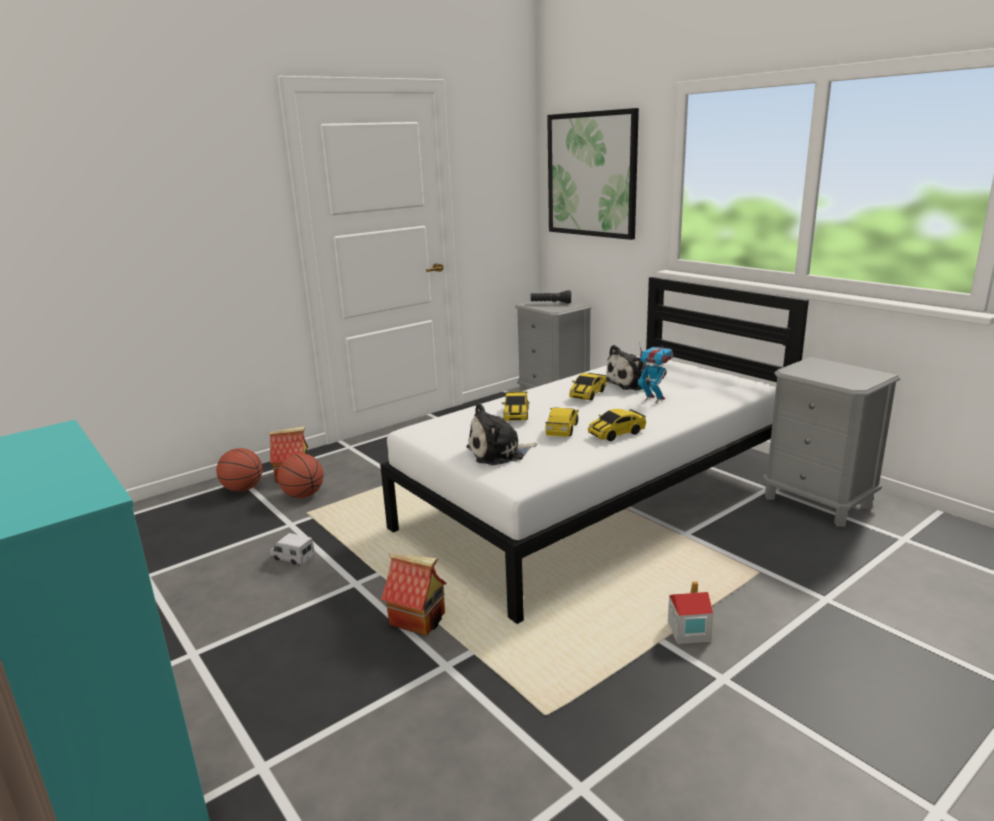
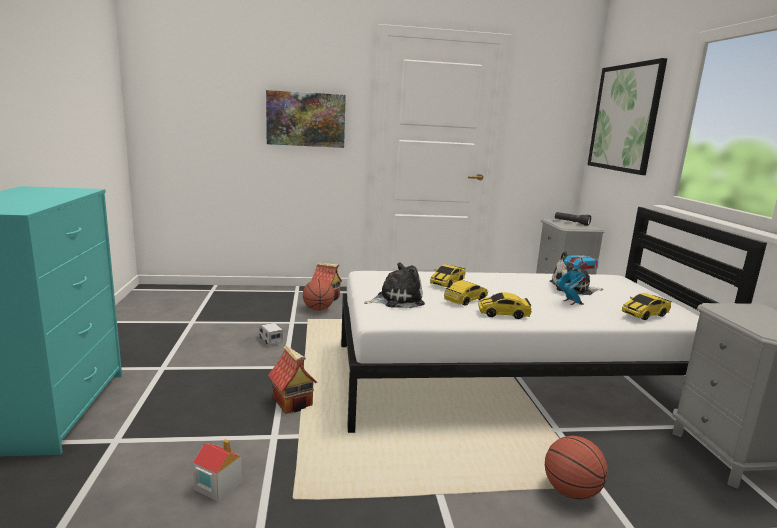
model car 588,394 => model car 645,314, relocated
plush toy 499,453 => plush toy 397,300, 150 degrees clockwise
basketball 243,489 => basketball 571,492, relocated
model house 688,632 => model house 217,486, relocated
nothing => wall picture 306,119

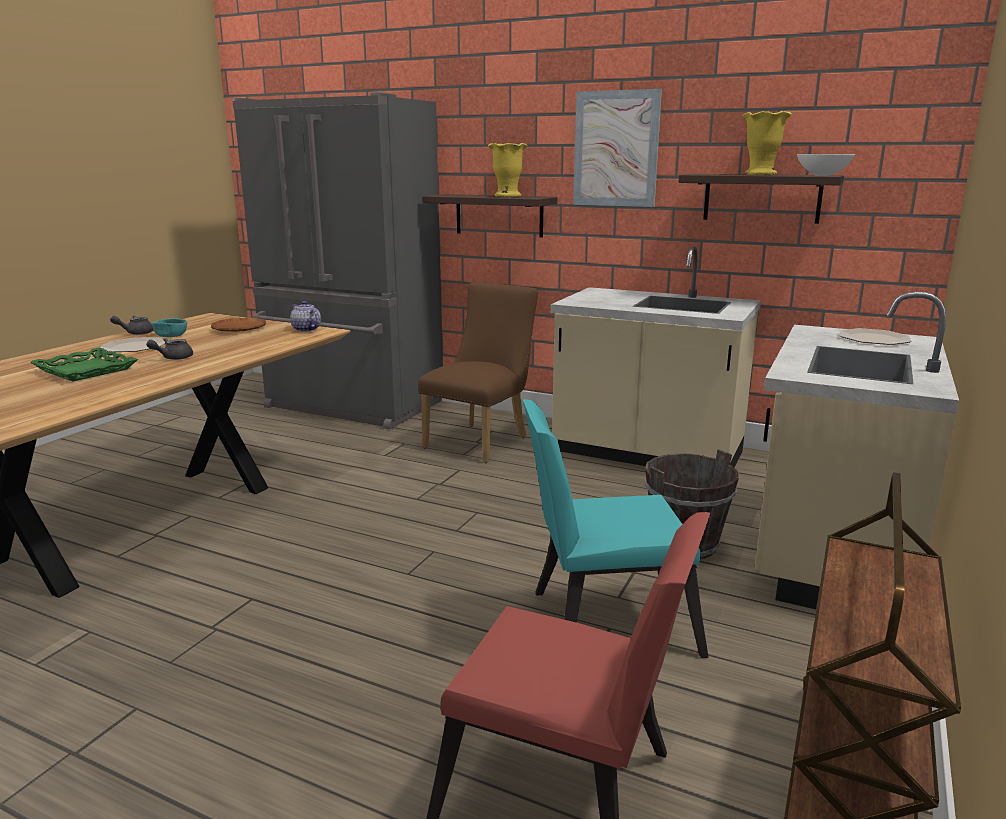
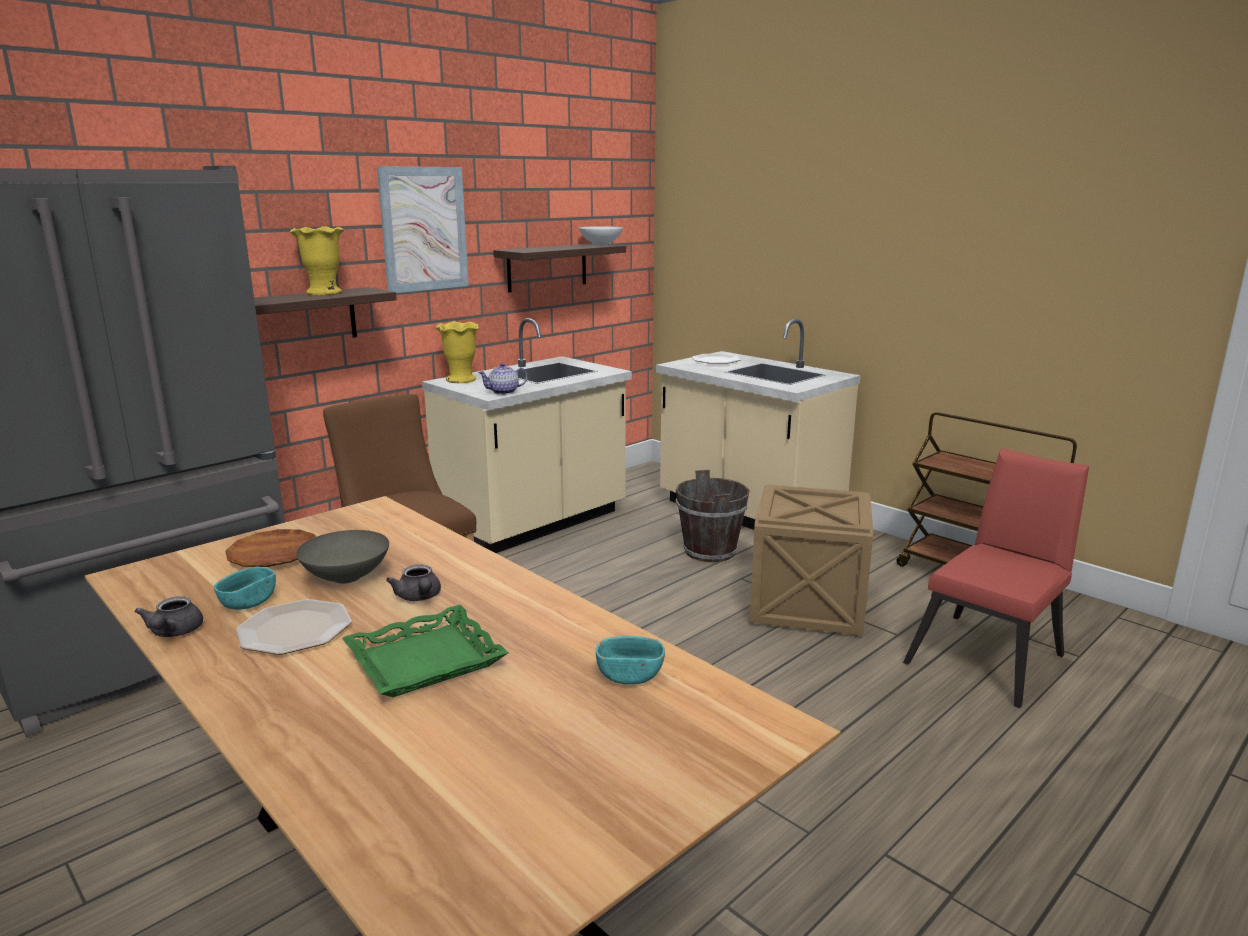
decorative vase (yellowish) 760,174 => decorative vase (yellowish) 461,380, relocated
teapot 306,329 => teapot 504,392, relocated
chair (turquoise-coloured) 602,622 => crate 807,605
nothing => serving bowl (gray) 345,577
nothing => serving bowl (turquoise-coloured) 630,675

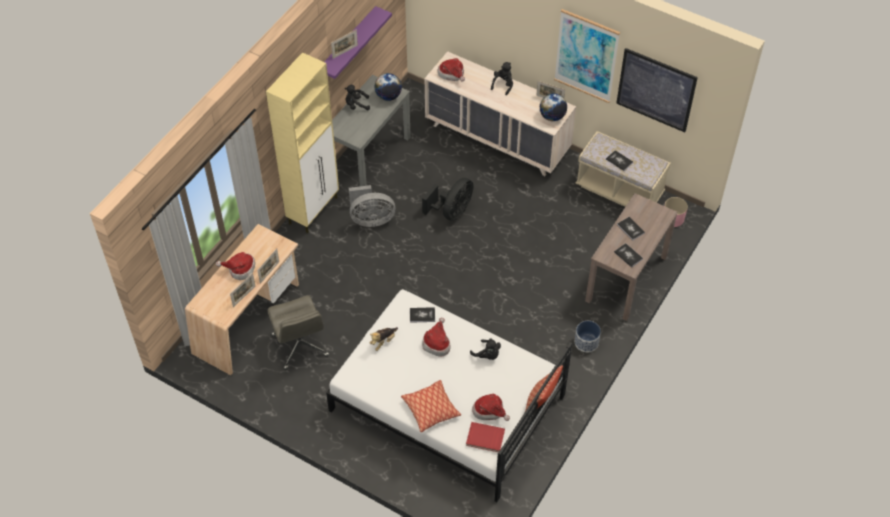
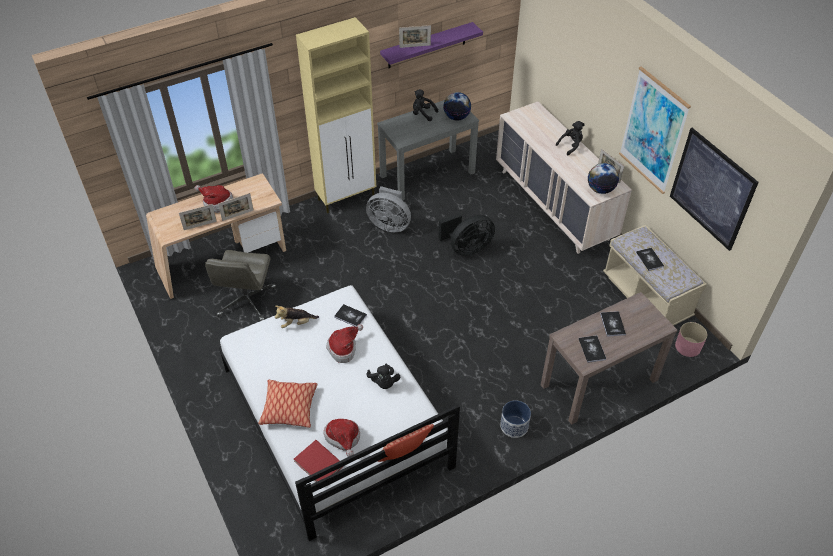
wearable hat 452,75 => nothing

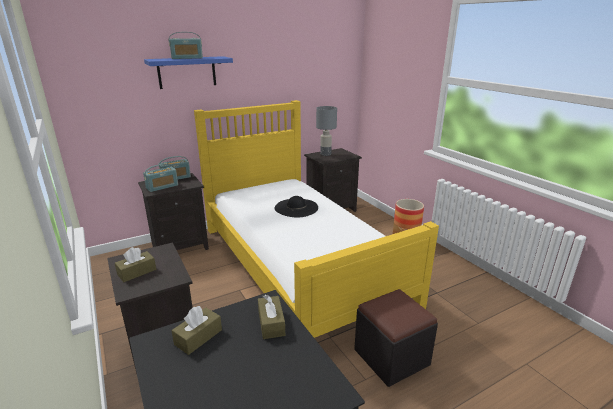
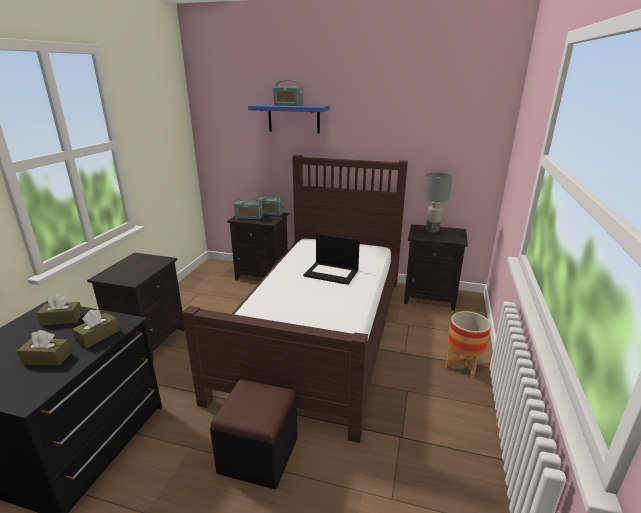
bed (yellowish) 298,263 => bed (brownish) 319,330
wearable hat (black) 296,208 => notebook computer 332,273
tissue holder (brownish) 137,272 => tissue holder (brownish) 47,358, relocated

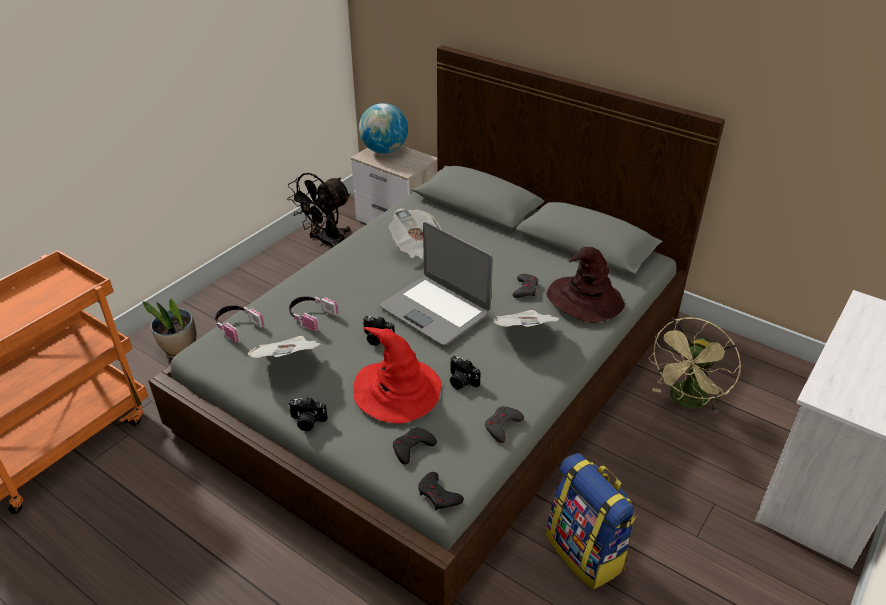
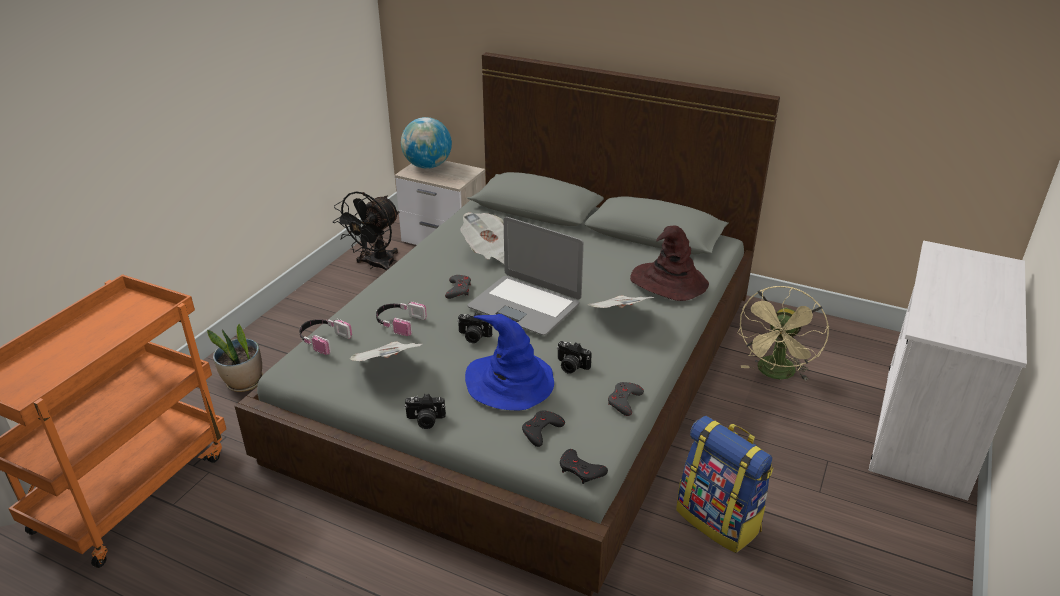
joypad (gray) 525,289 => joypad (gray) 458,289, relocated
wearable hat (reddish) 398,392 => wearable hat (blue) 511,382

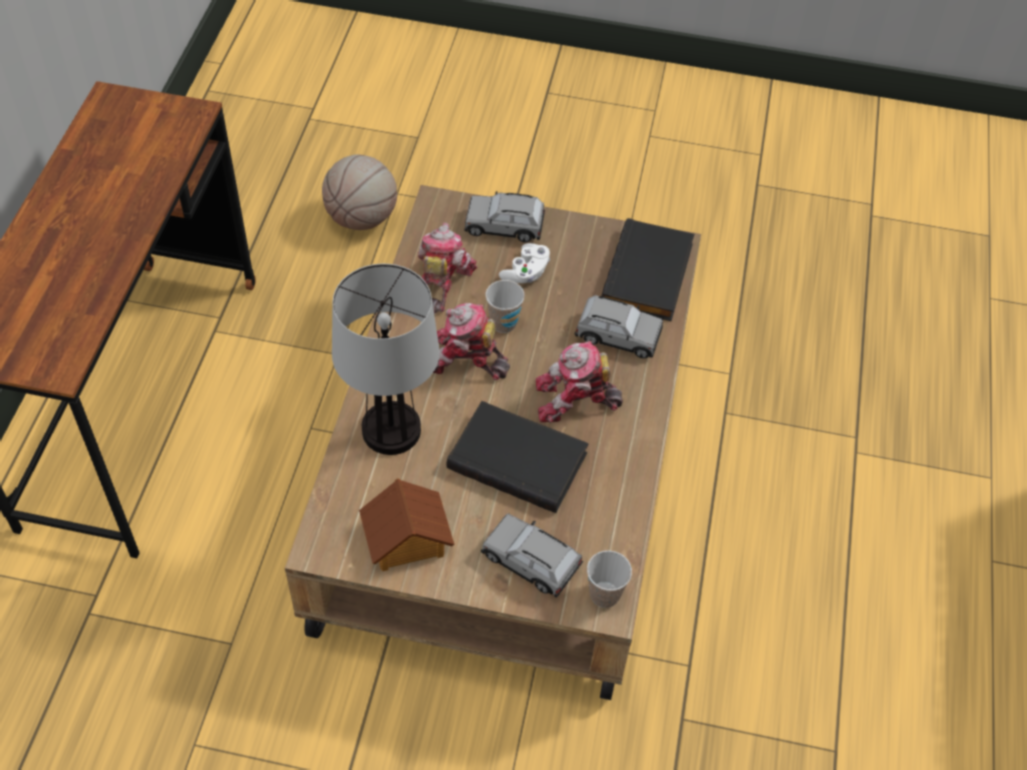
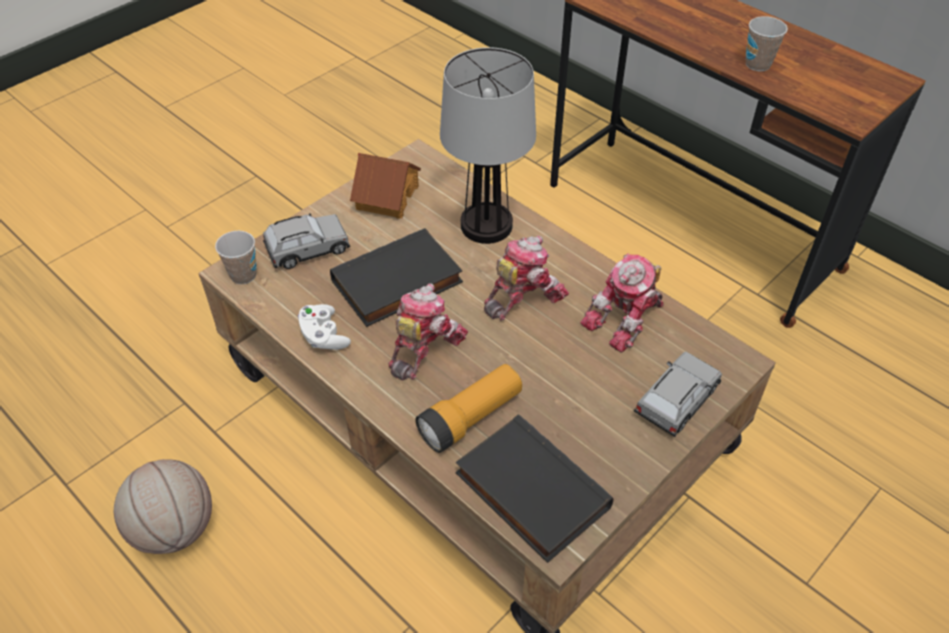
basketball 362,218 => basketball 174,529, relocated
model robot 441,282 => model robot 626,319, 90 degrees clockwise
joypad (whitish) 526,272 => joypad (whitish) 324,336, relocated
small cup 503,323 => small cup 758,64, relocated
model car (gray) 618,336 => hand torch 470,418

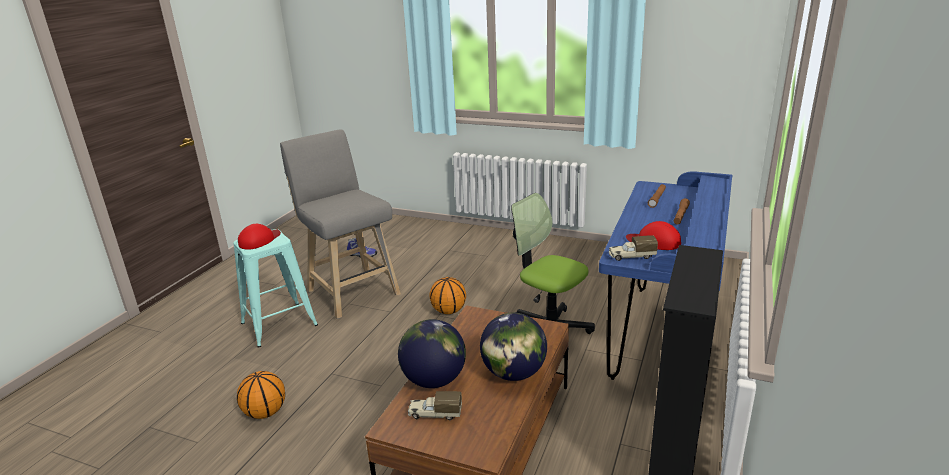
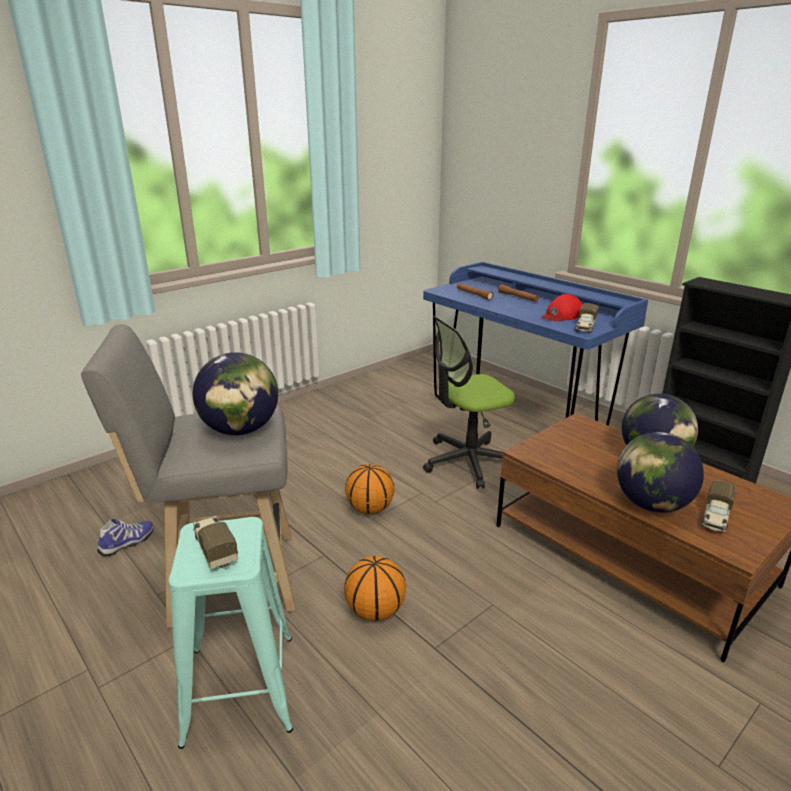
baseball cap (reddish) 259,240 => model truck 215,549
basketball 265,412 => basketball 374,611, relocated
nothing => desk globe 240,430

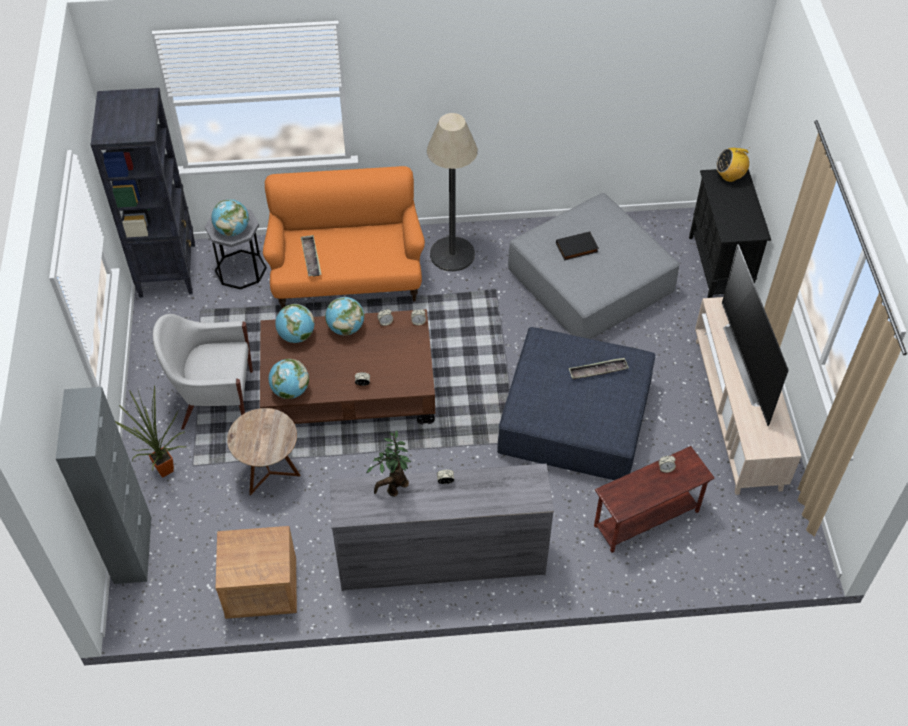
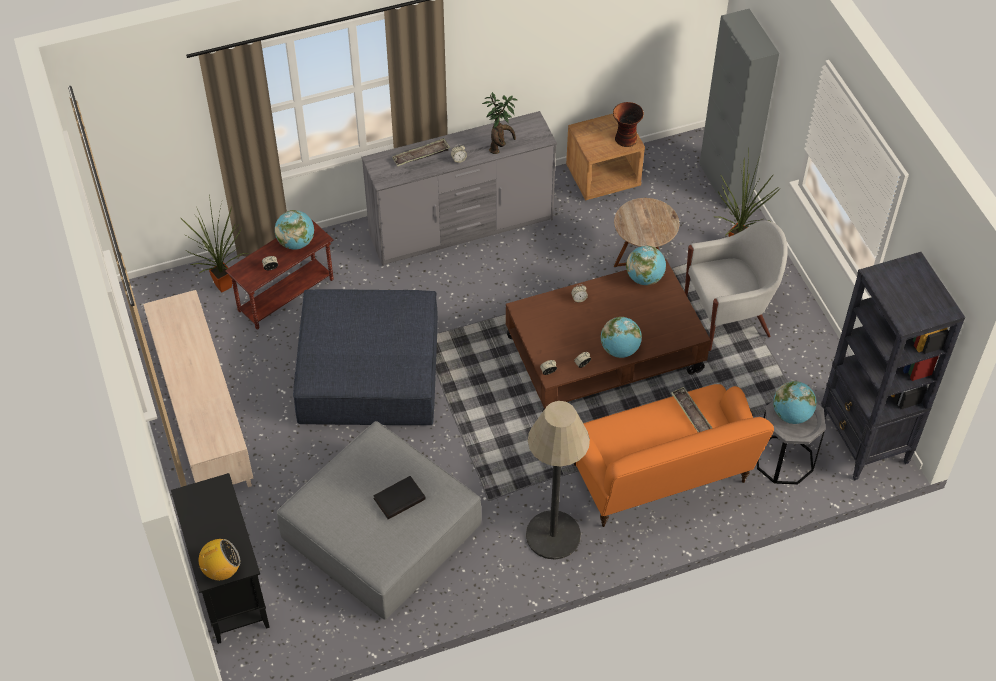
television 750,363 => nothing
desk globe 296,336 => desk globe 296,242, relocated
tray 598,371 => tray 421,155, relocated
nothing => decorative vase 625,139
nothing => plant in a pot 224,288

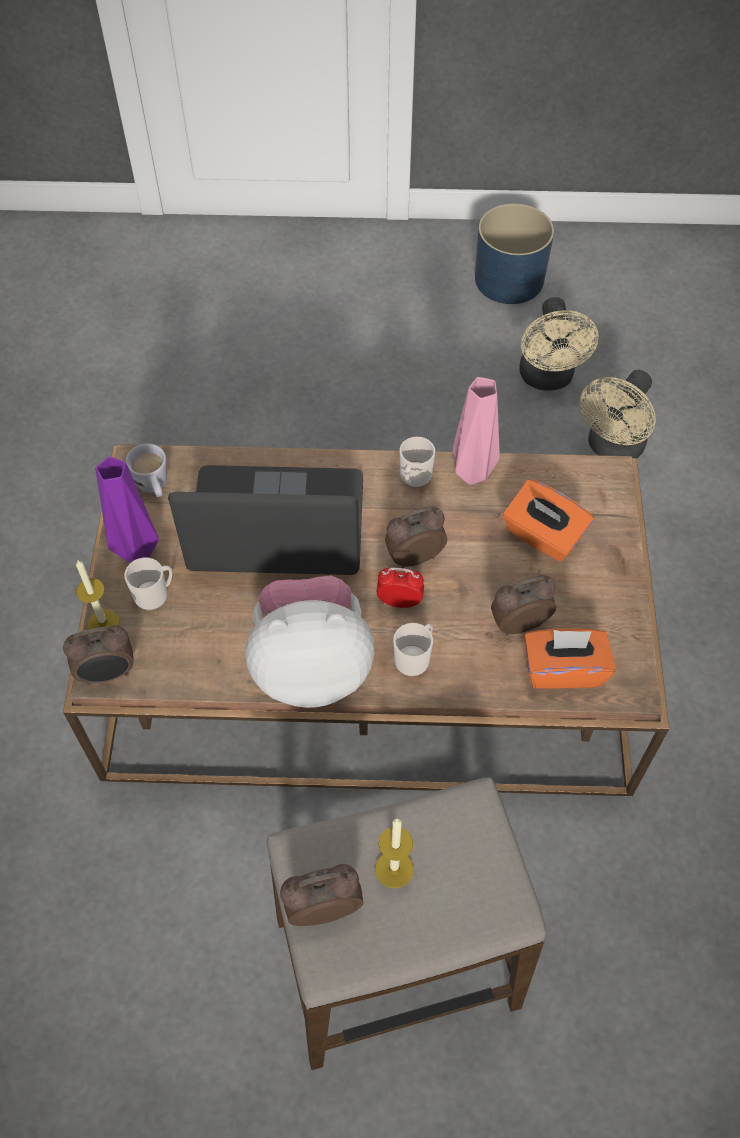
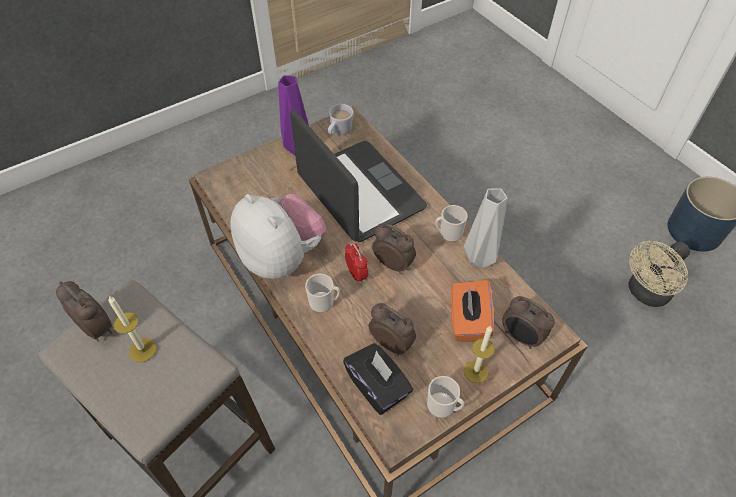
cooling fan (sand-coloured) 612,448 => nothing
decorative vase (pink) 473,474 => decorative vase (gray) 479,260
mug 155,594 => mug 443,406, relocated
wax candle 103,623 => wax candle 475,371, relocated
table clock 108,674 => table clock 521,337, relocated
tissue holder (orange) 563,669 => tissue holder (black) 377,387

